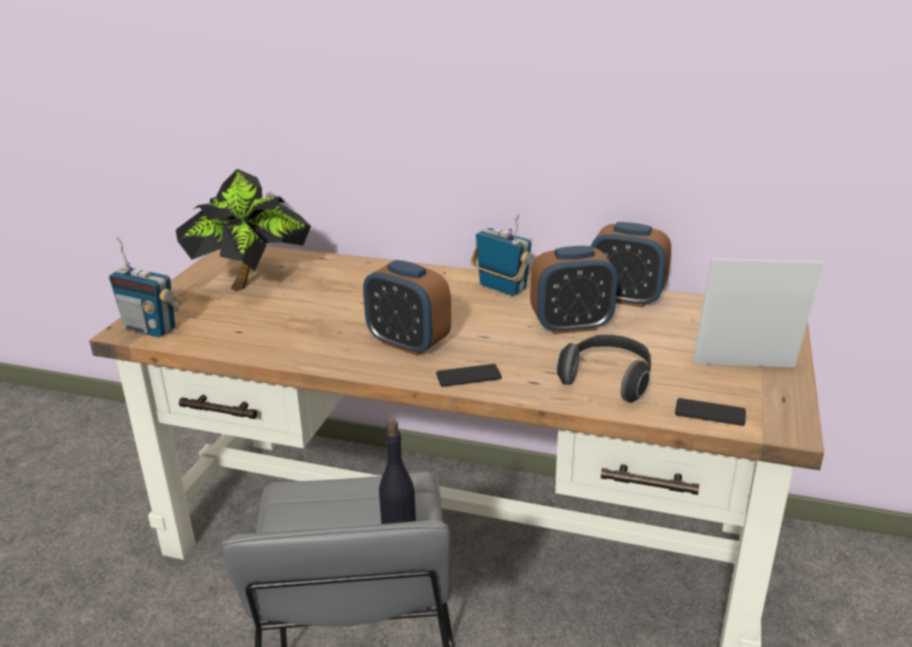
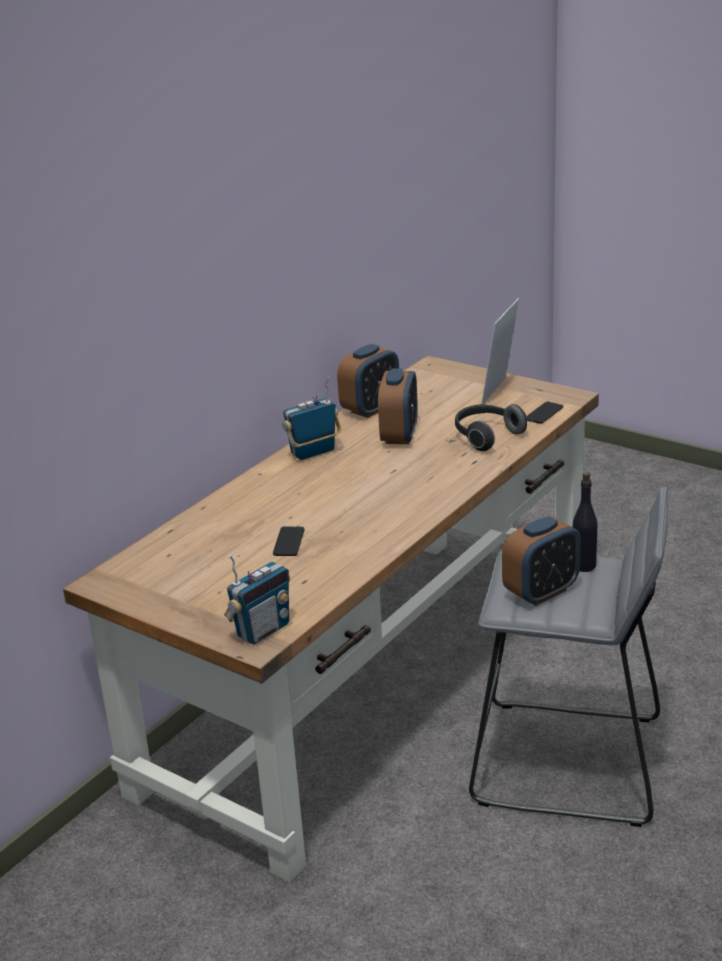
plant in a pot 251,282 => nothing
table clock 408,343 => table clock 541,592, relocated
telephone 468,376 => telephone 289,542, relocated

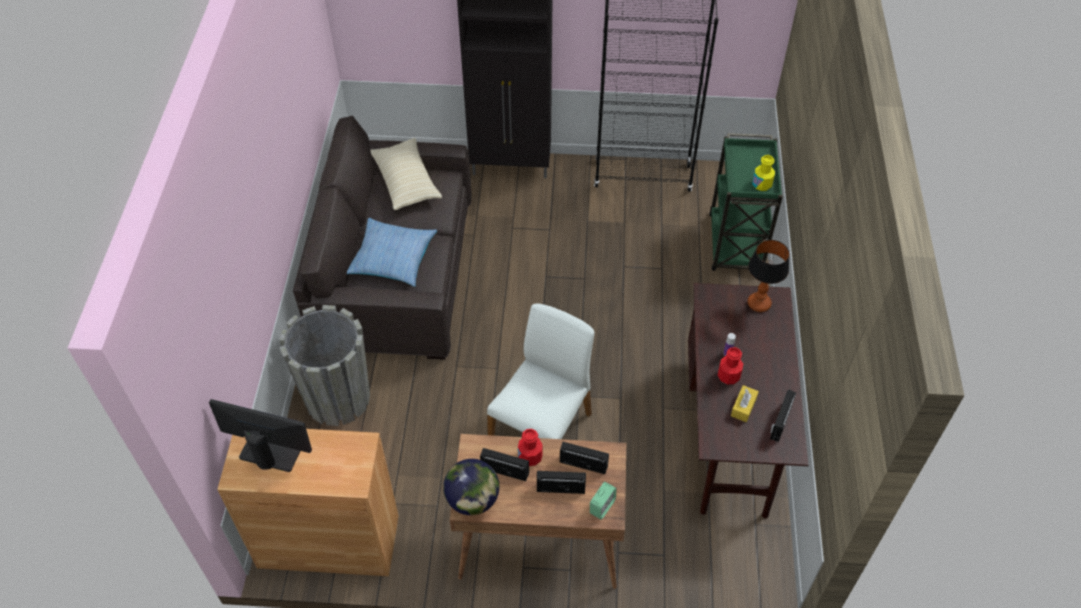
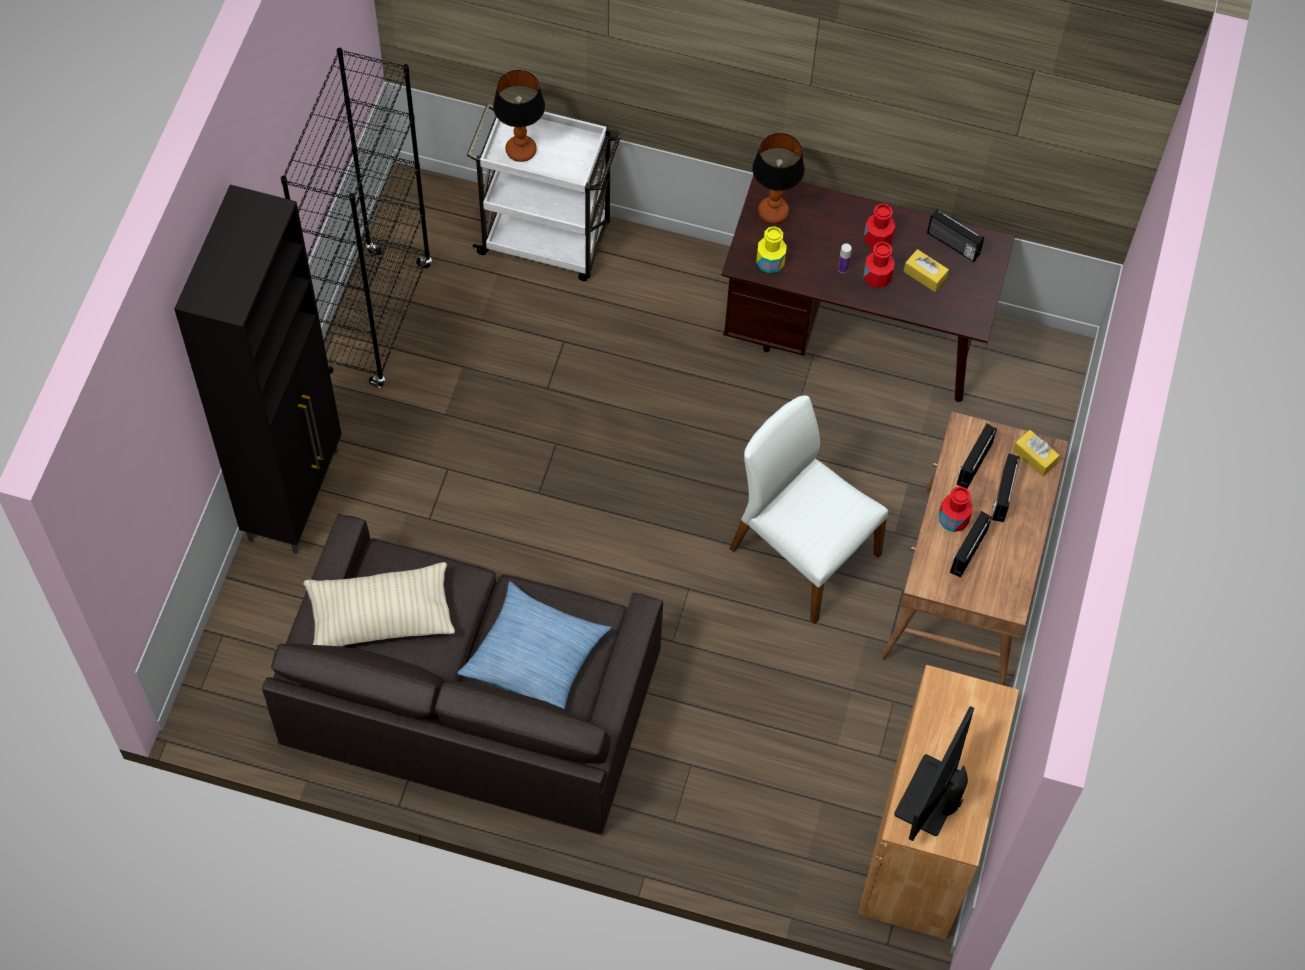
wheeled cart (green-coloured) 735,245 => wheeled cart (whitish) 547,239
beverage bottle (yellowish) 761,184 => beverage bottle (yellowish) 770,262, relocated
planter (gray) 337,398 => nothing
desk globe 472,500 => nothing
table clock 602,506 => tissue holder (yellowish) 1034,457
nothing => table lamp 521,151
nothing => beverage bottle (reddish) 877,239

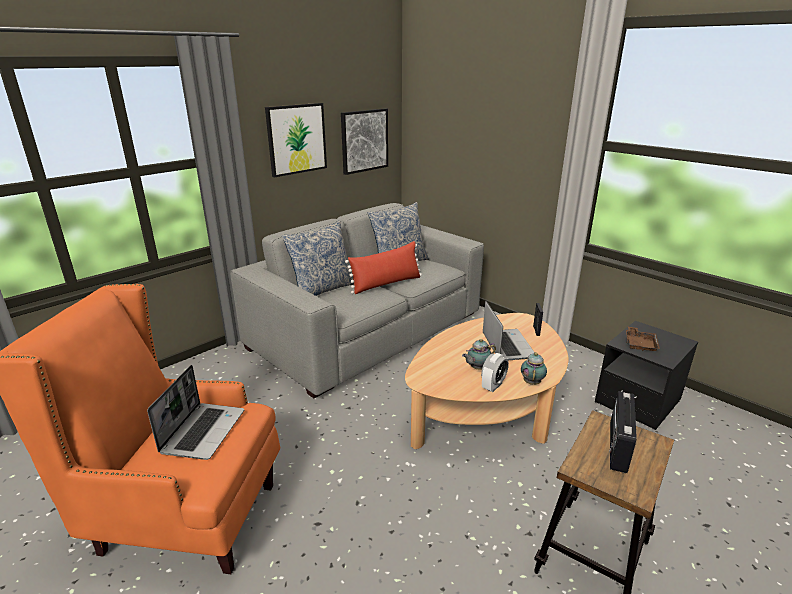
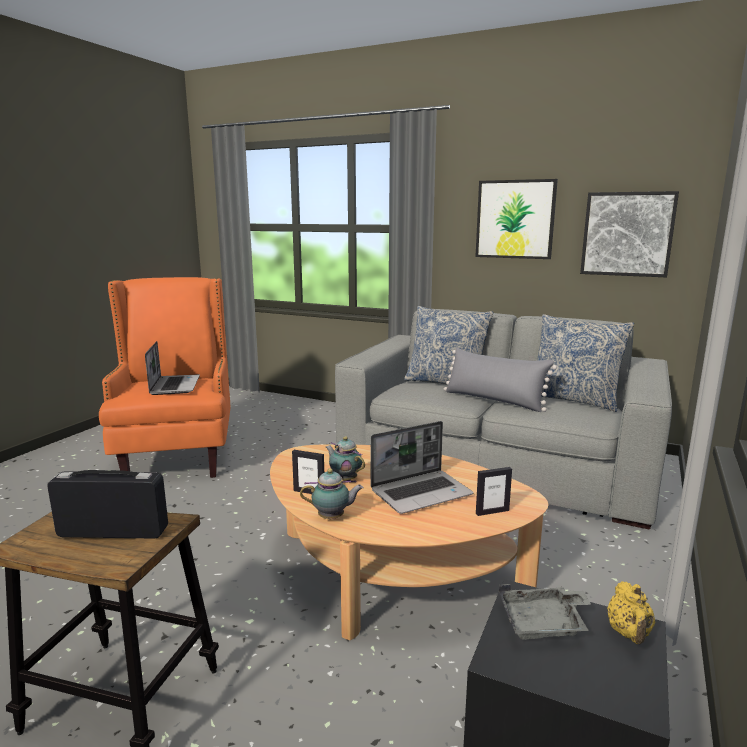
pillow (reddish) 386,284 => pillow (gray) 494,400
tray (brownish) 640,344 => tray (gray) 543,623
table clock 493,386 => photo frame 309,492
notebook computer 203,431 => notebook computer 174,386, 90 degrees counterclockwise
nothing => teapot (yellowish) 629,634

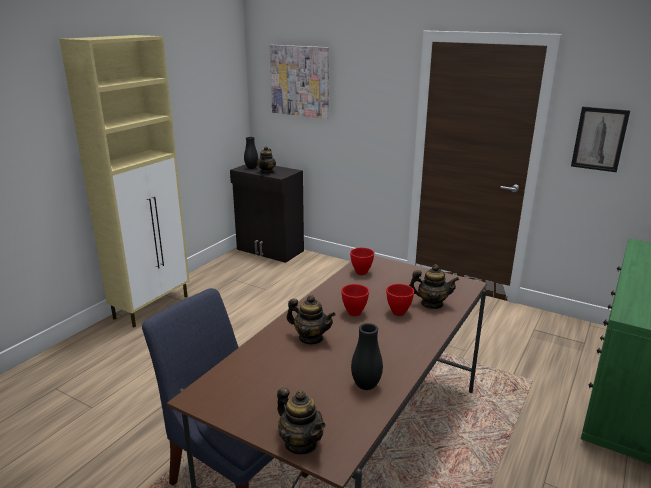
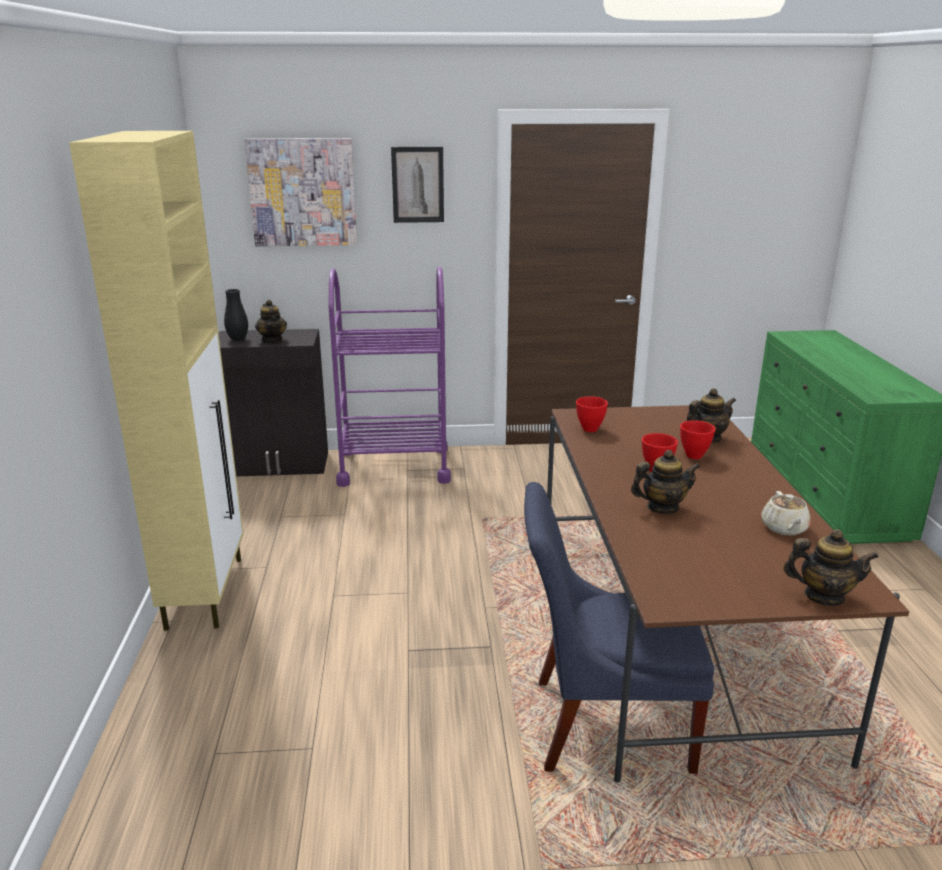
wall picture 599,139 => wall picture 418,185, relocated
decorative vase (black) 366,386 => teapot (sand-coloured) 784,528
nothing => wheeled cart (purple) 394,466

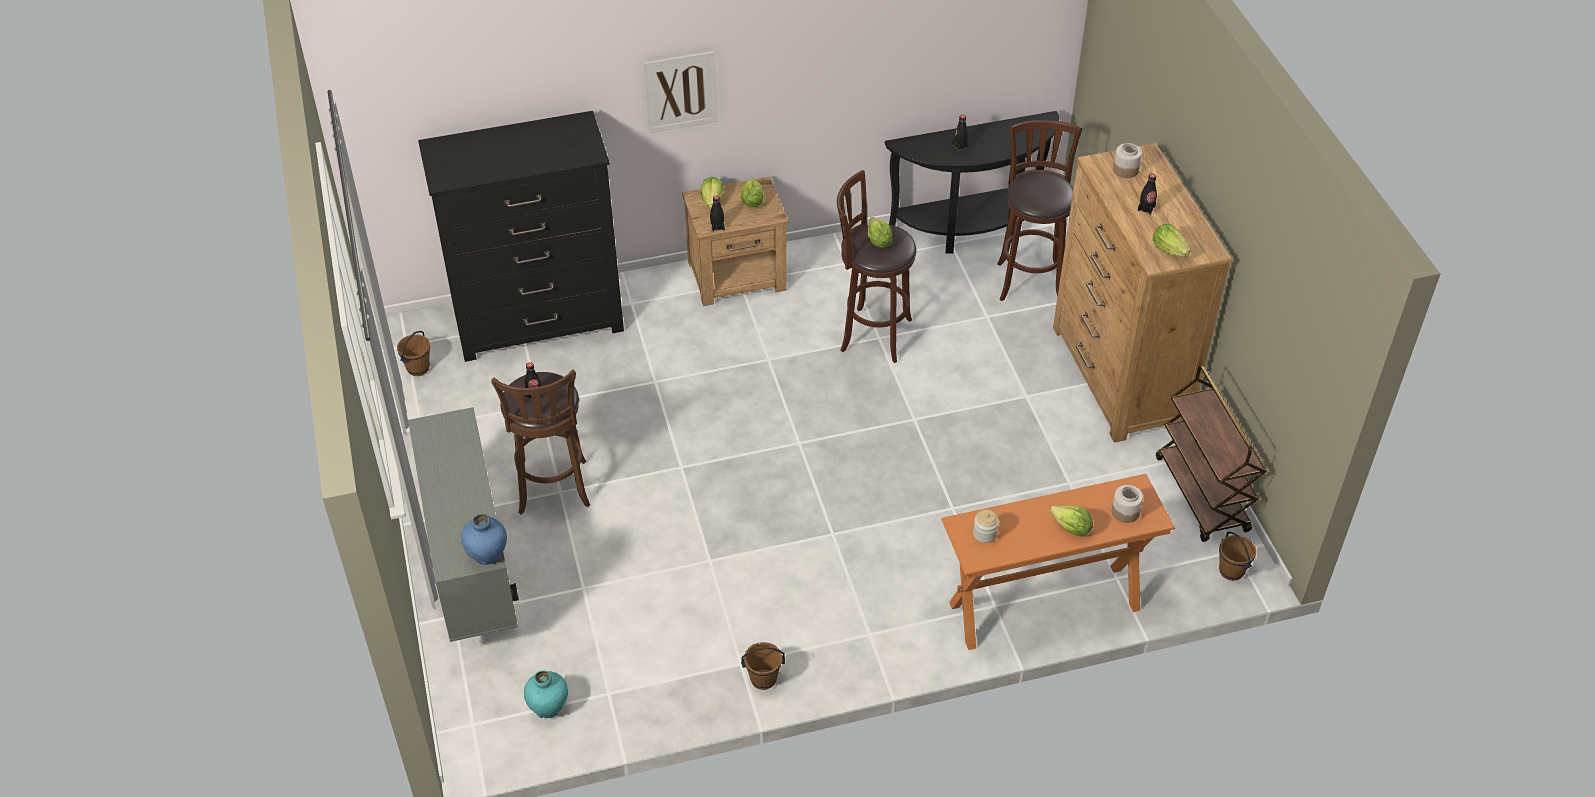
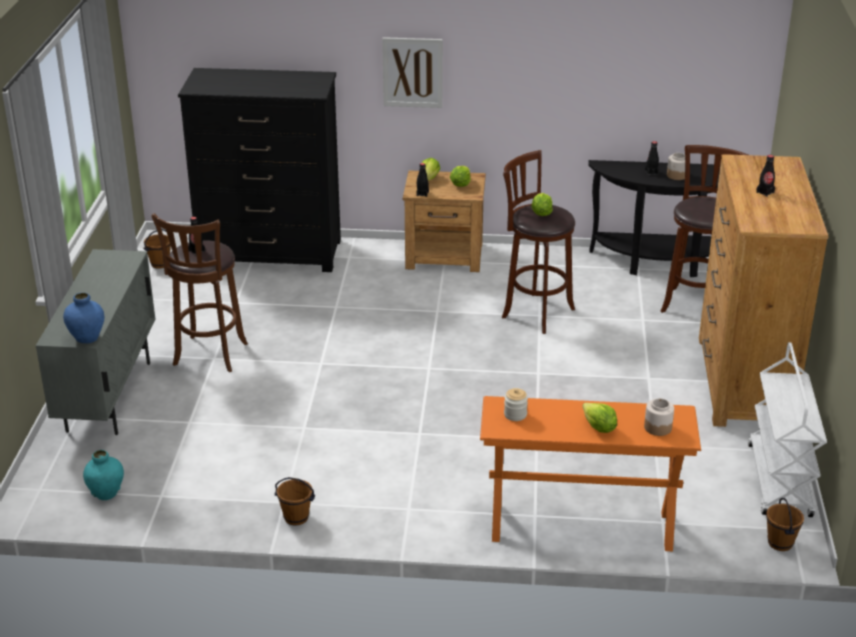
preserve jar 1125,170 => preserve jar 676,175, relocated
head of lettuce 1169,250 => nothing
wheeled cart (brownish) 1202,495 => wheeled cart (whitish) 780,481

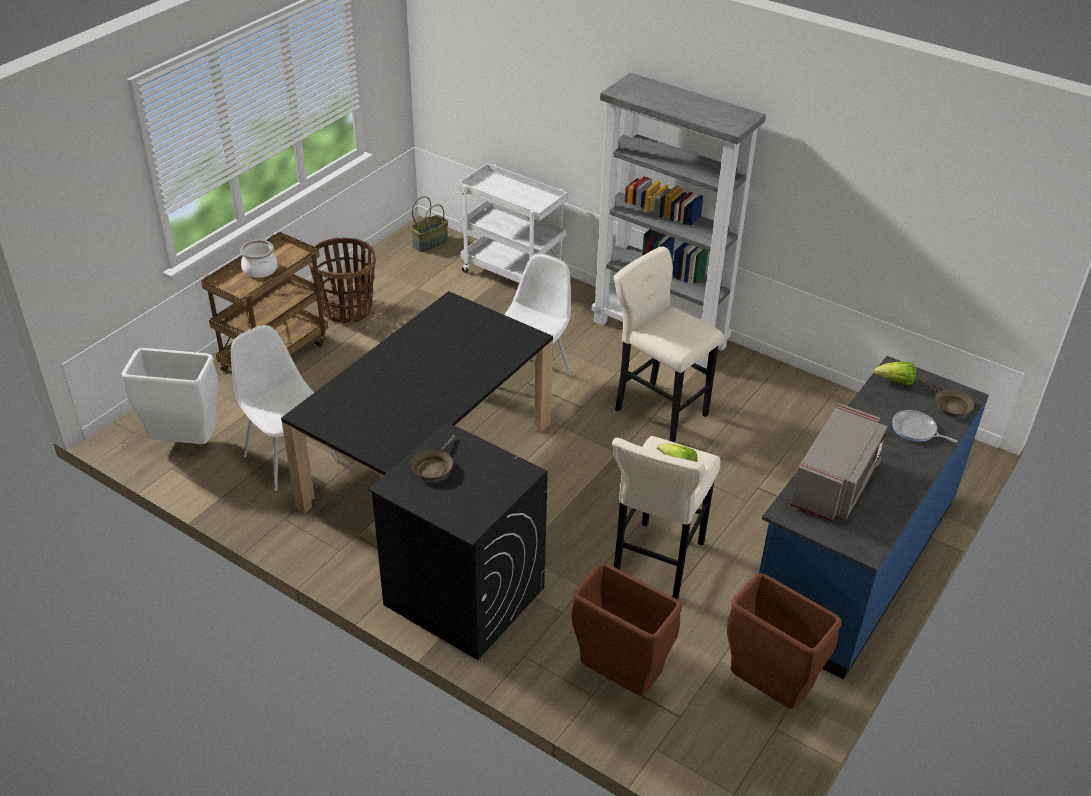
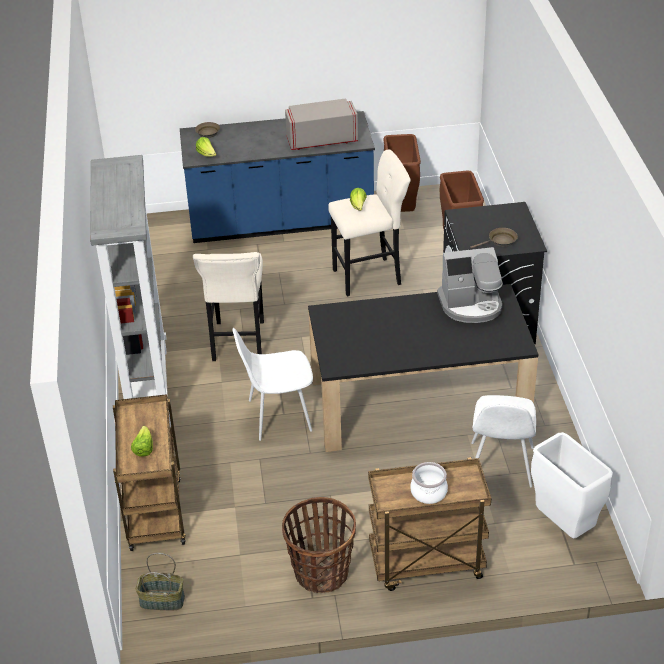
wheeled cart (whitish) 513,275 => wheeled cart (brownish) 154,511
frying pan 916,430 => nothing
nothing => coffee brewer 471,305
nothing => head of lettuce 143,448

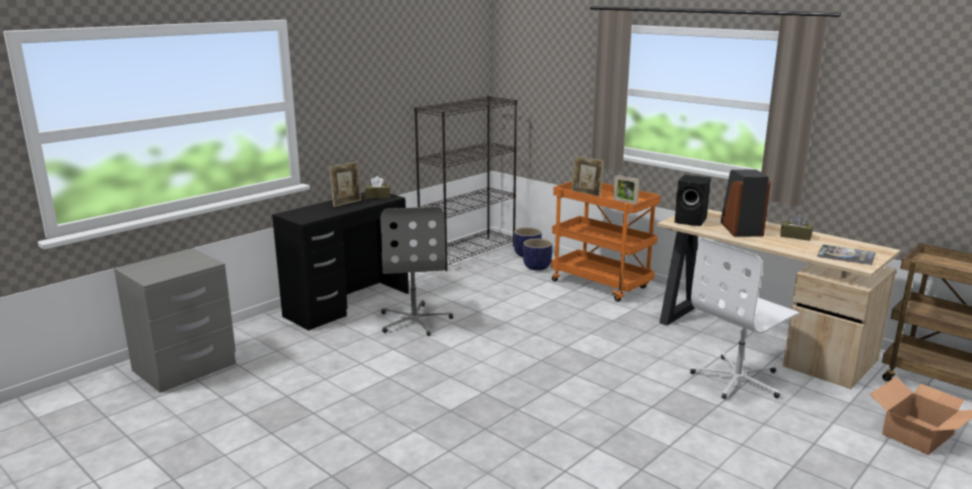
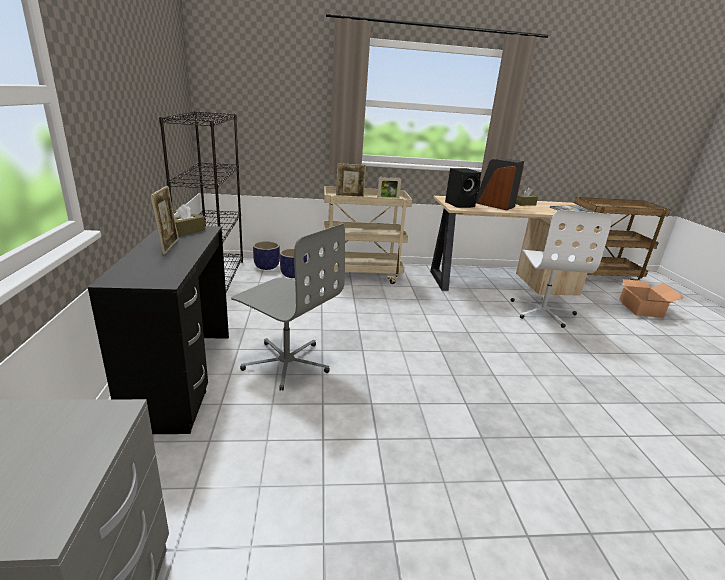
wheeled cart (orange) 602,285 => wheeled cart (sand-coloured) 361,275

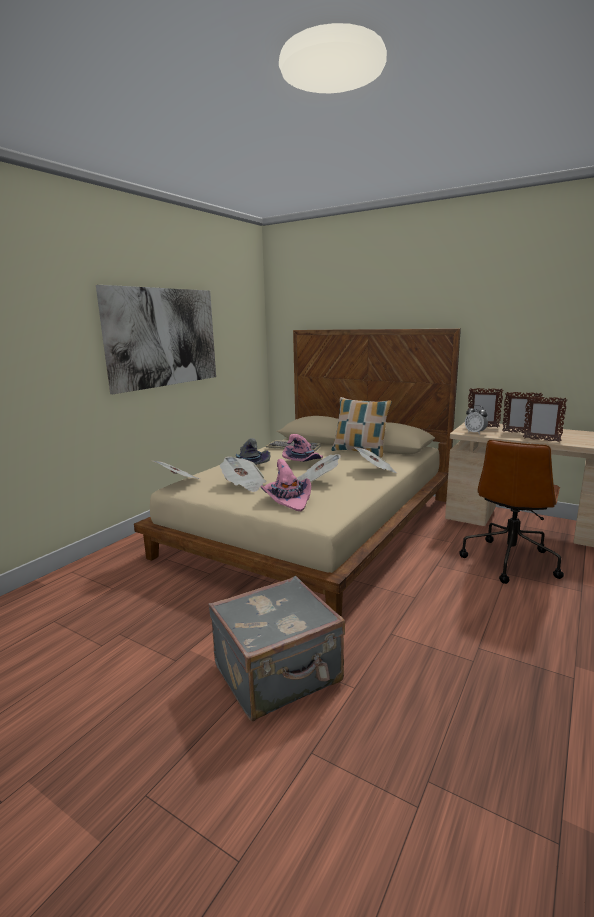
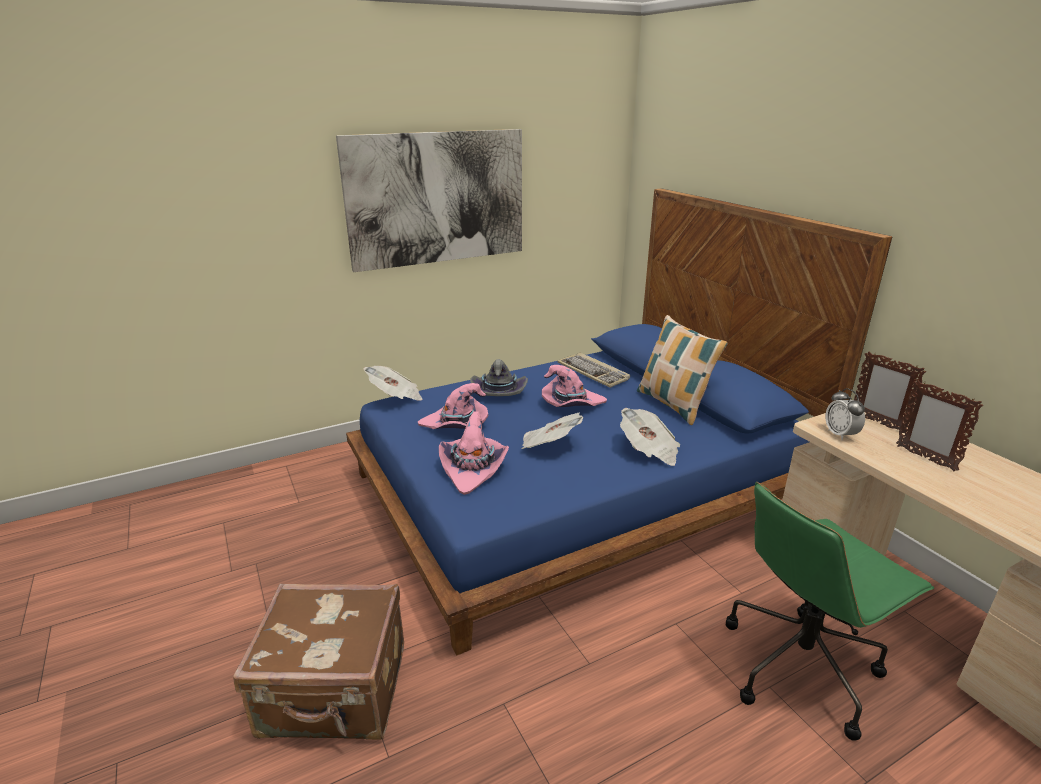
bed (sand-coloured) 313,526 => bed (blue) 576,491
photo frame 541,440 => nothing
office chair (brownish) 509,560 => office chair (green-coloured) 800,666
printed paper 244,485 => wearable hat (pink) 456,425
travel case (gray) 279,675 => travel case (brownish) 335,693

